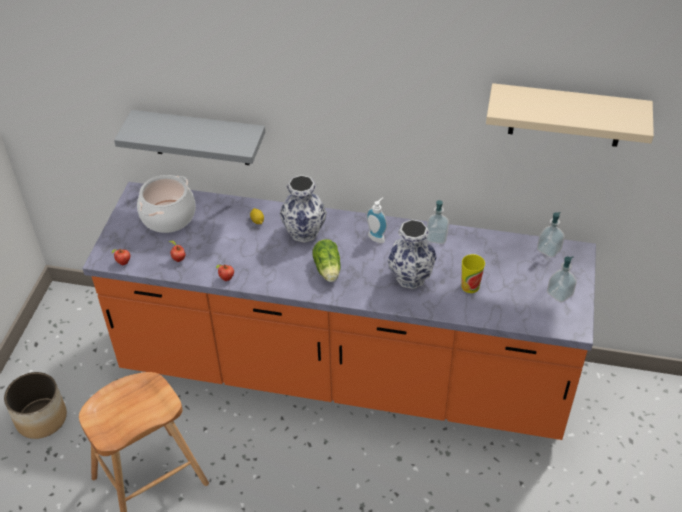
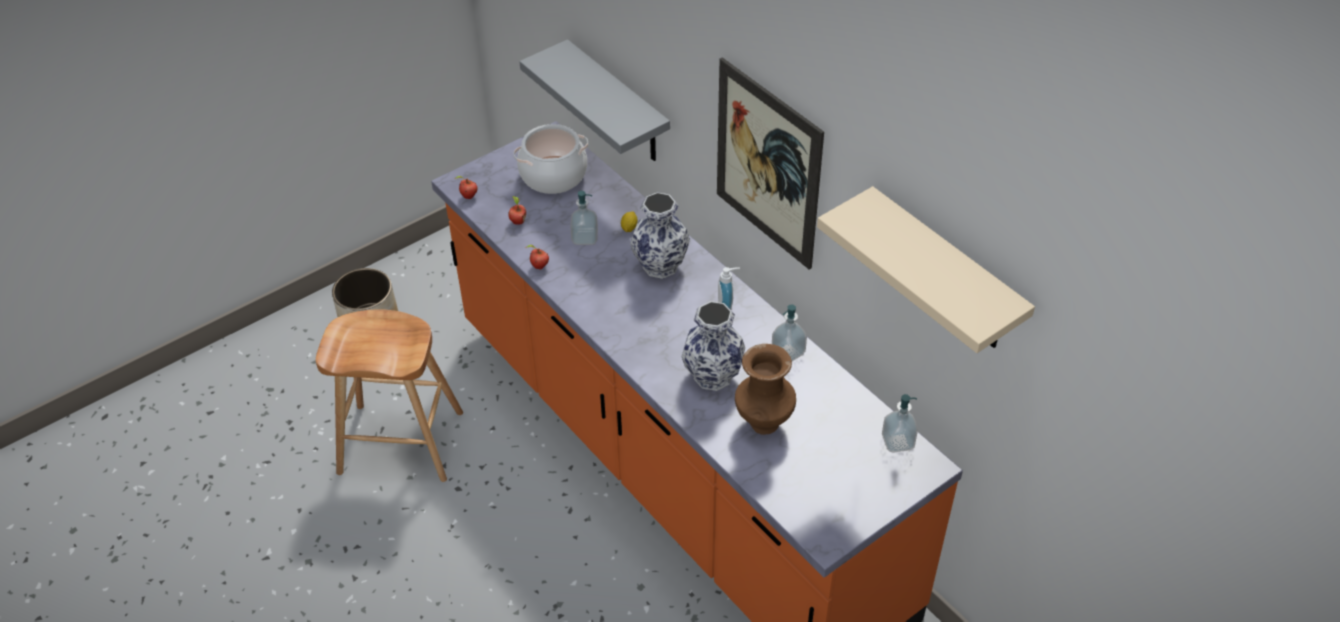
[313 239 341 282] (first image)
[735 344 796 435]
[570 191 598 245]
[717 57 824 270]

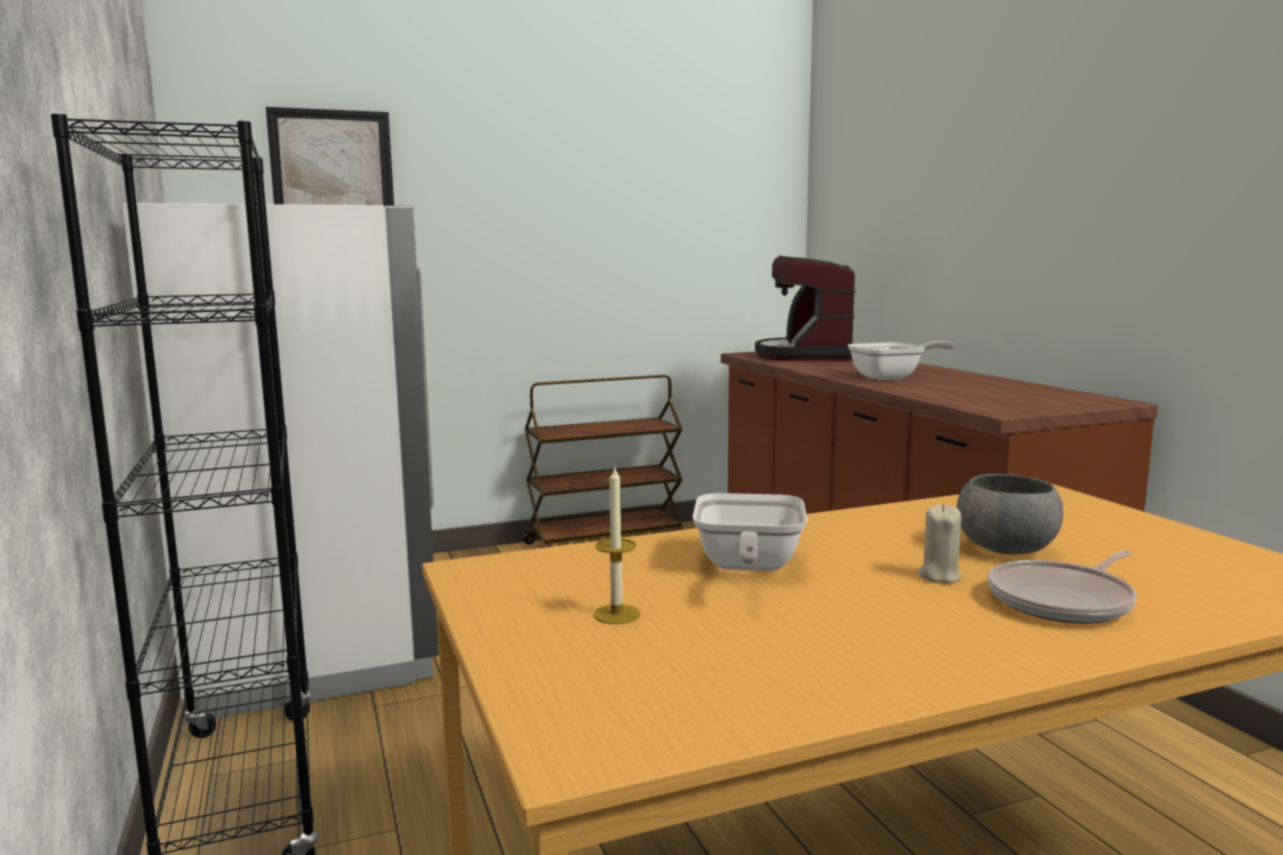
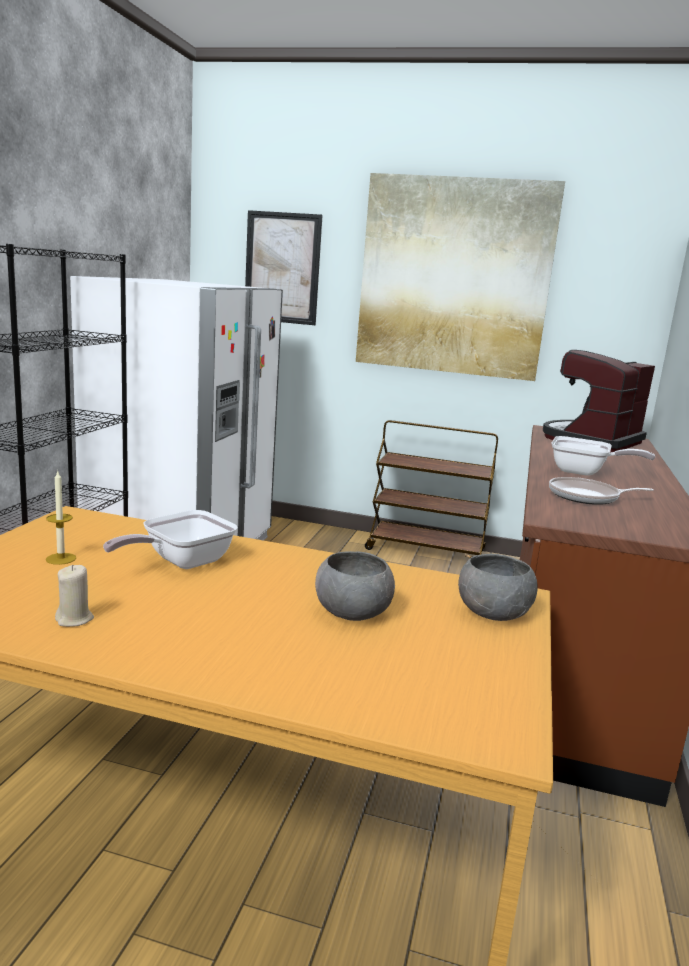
[55 565 94 627]
[549 477 654 505]
[356 173 565 381]
[458 554 538 621]

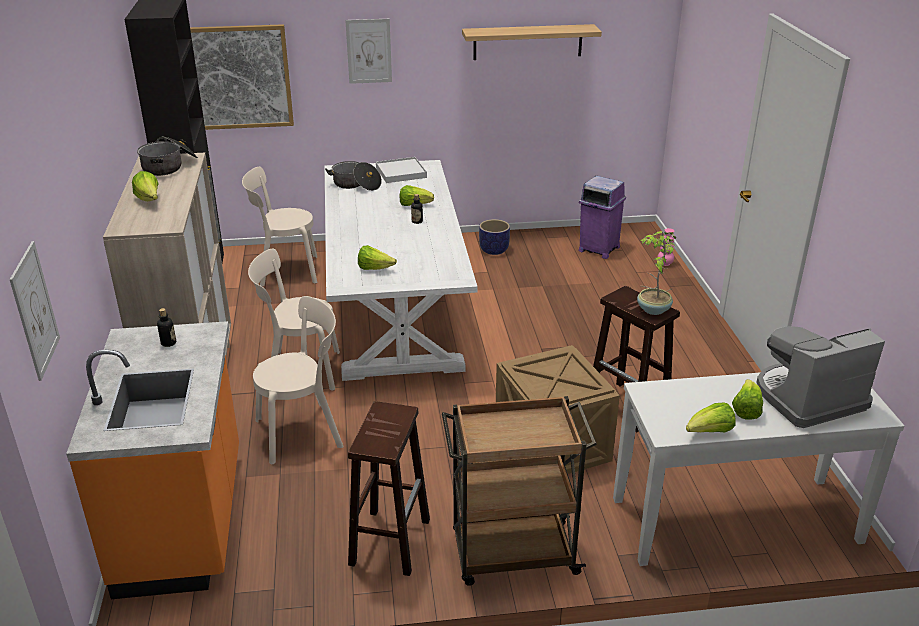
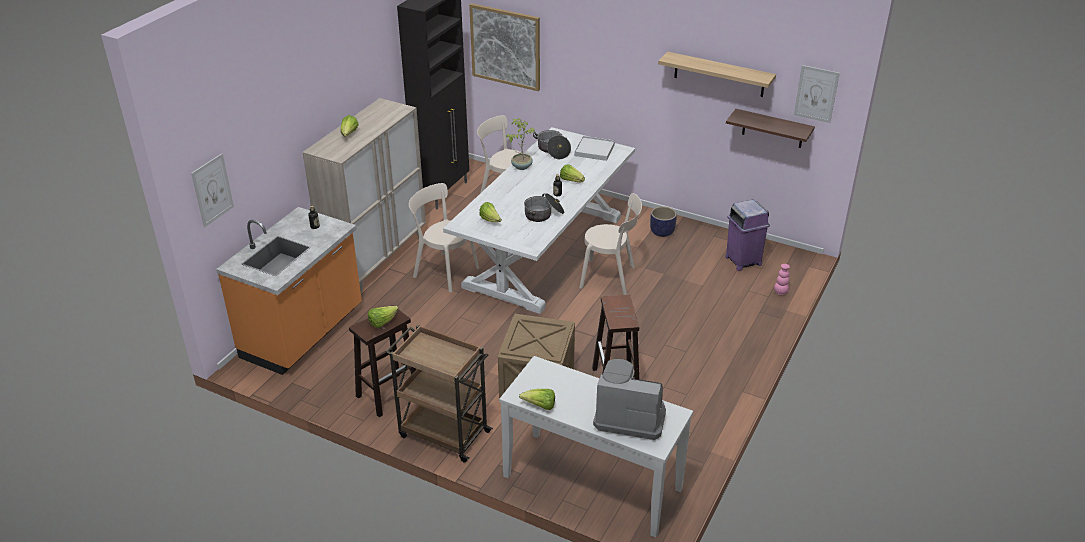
[524 193 564 222]
[579 193 642 295]
[794 65 840 123]
[506 118 535 170]
[368 306 398 328]
[726 109 815 148]

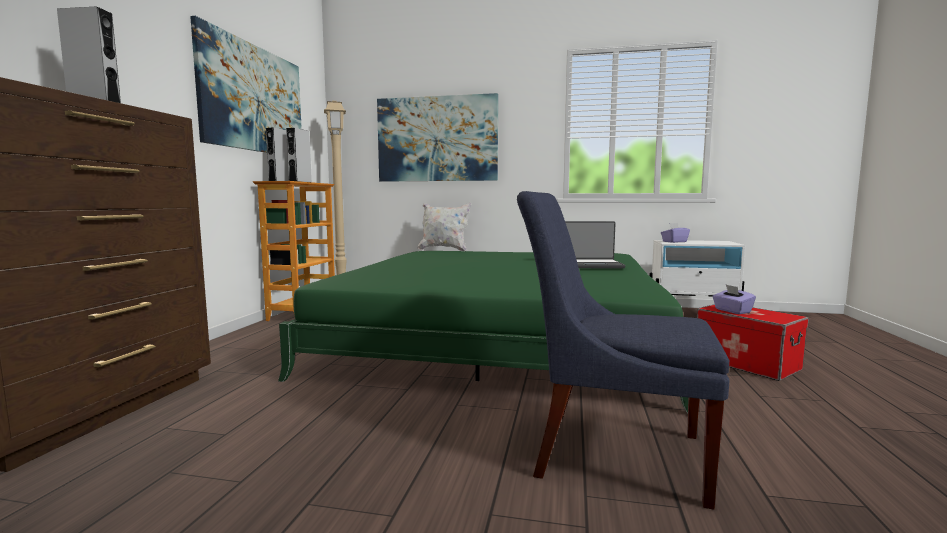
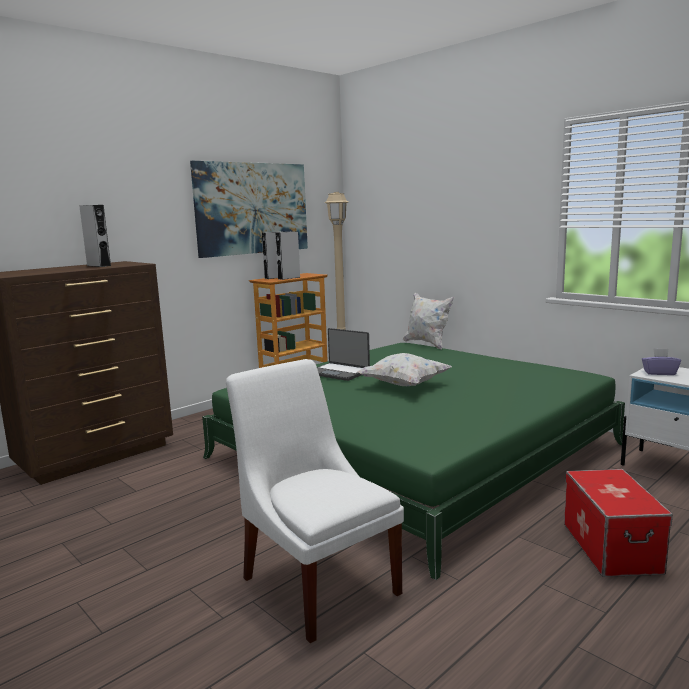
[377 93 498 182] (first image)
[226 359 404 643]
[317 328 370 381]
[712 284 756 314] (first image)
[357 353 451 386]

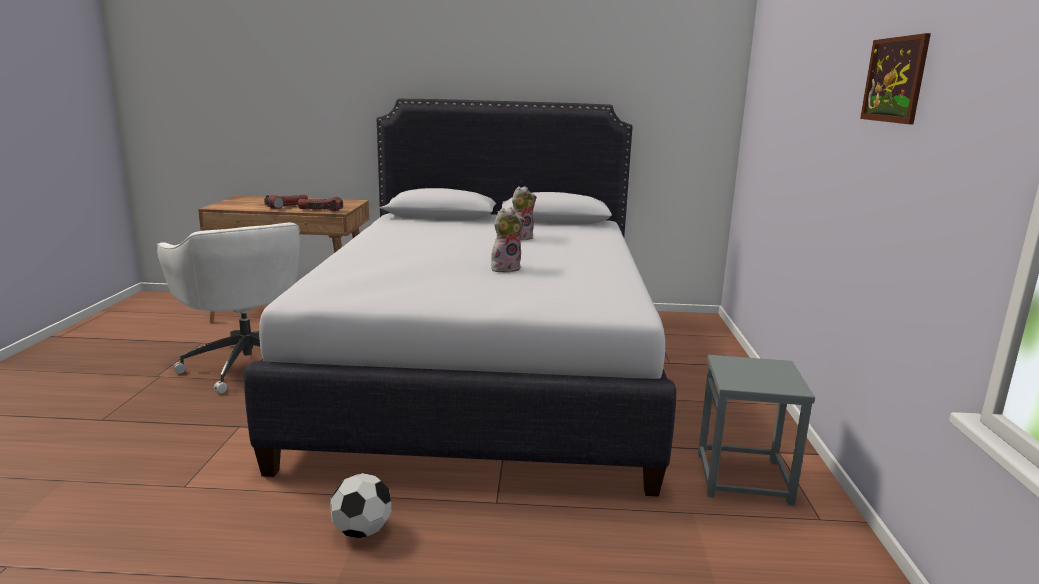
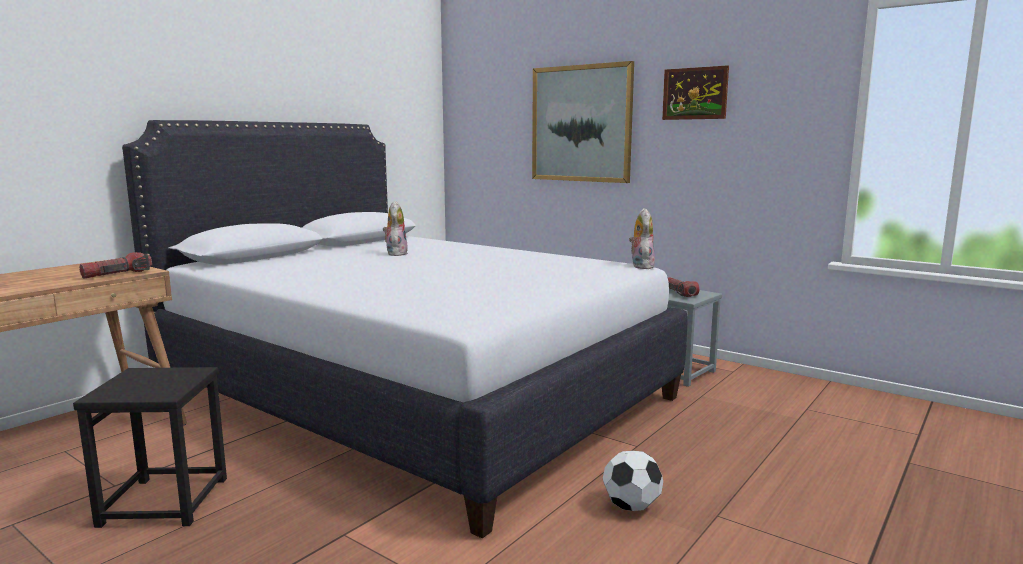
[73 367 227 528]
[667 277 700 297]
[629 208 655 269]
[532 61 634 183]

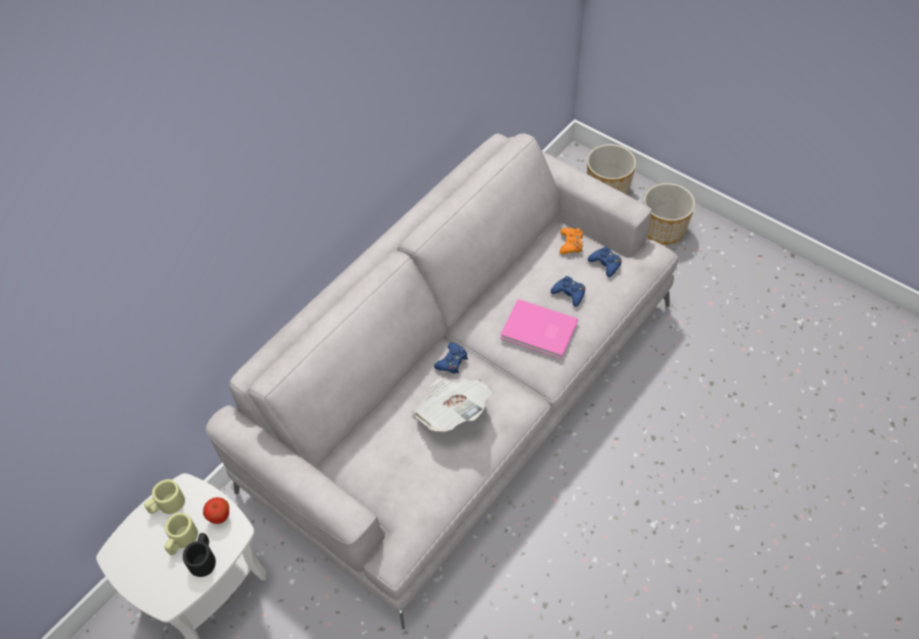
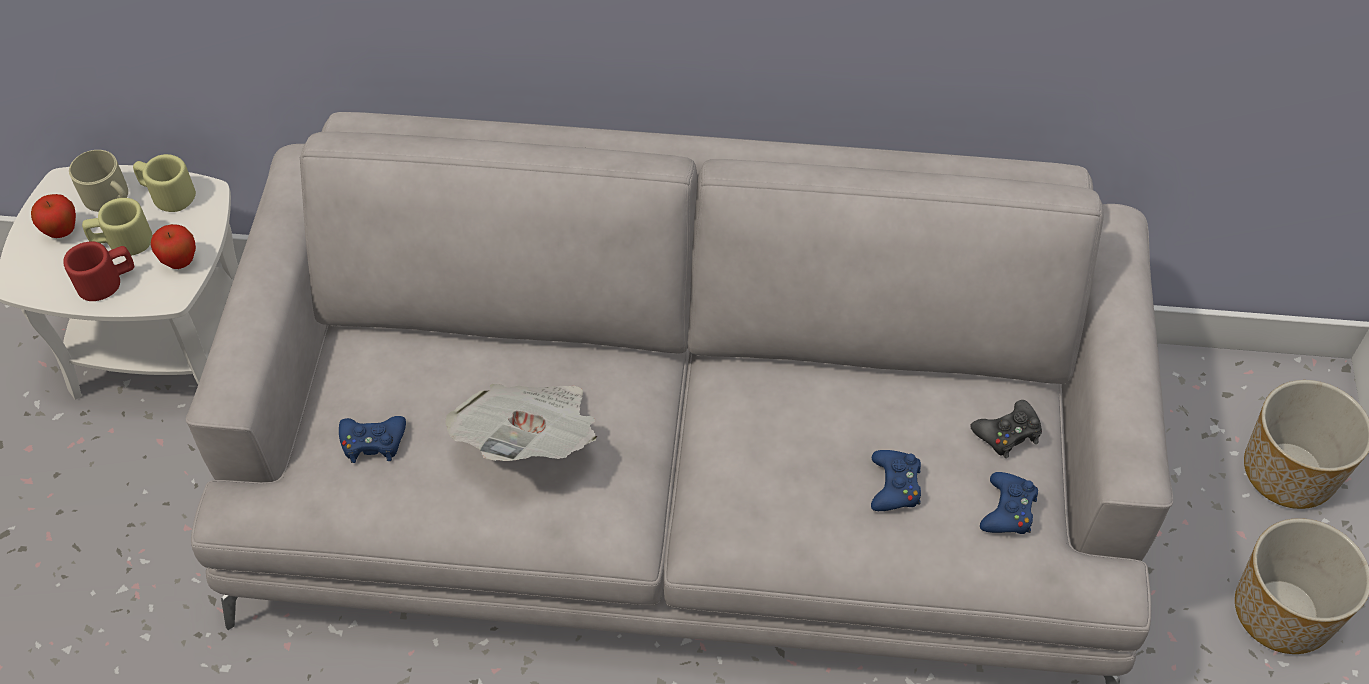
[63 241 134 301]
[339 416 406 463]
[500 299 578 359] (first image)
[970 400 1042 458]
[31 194 76 238]
[69 150 128 212]

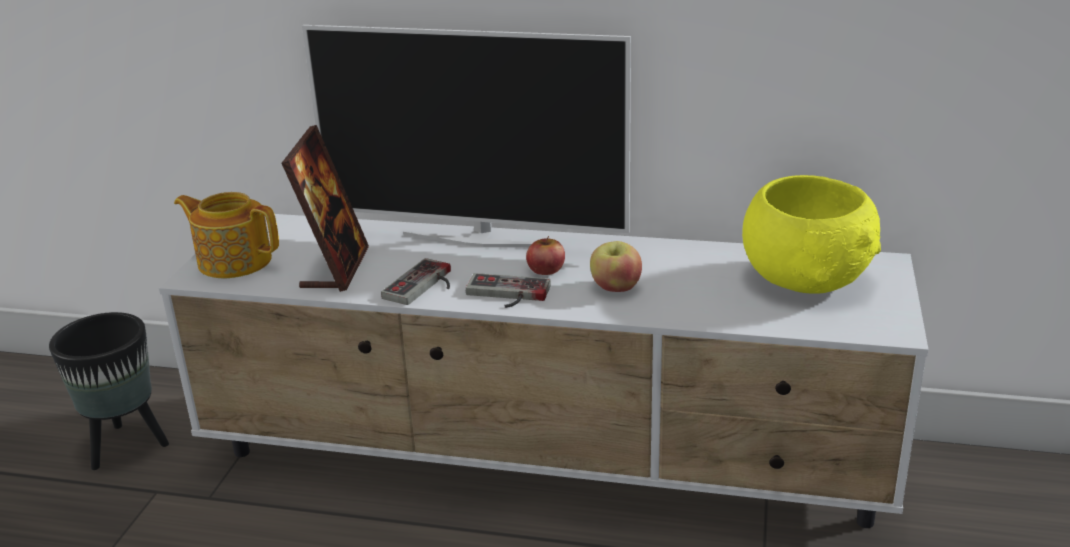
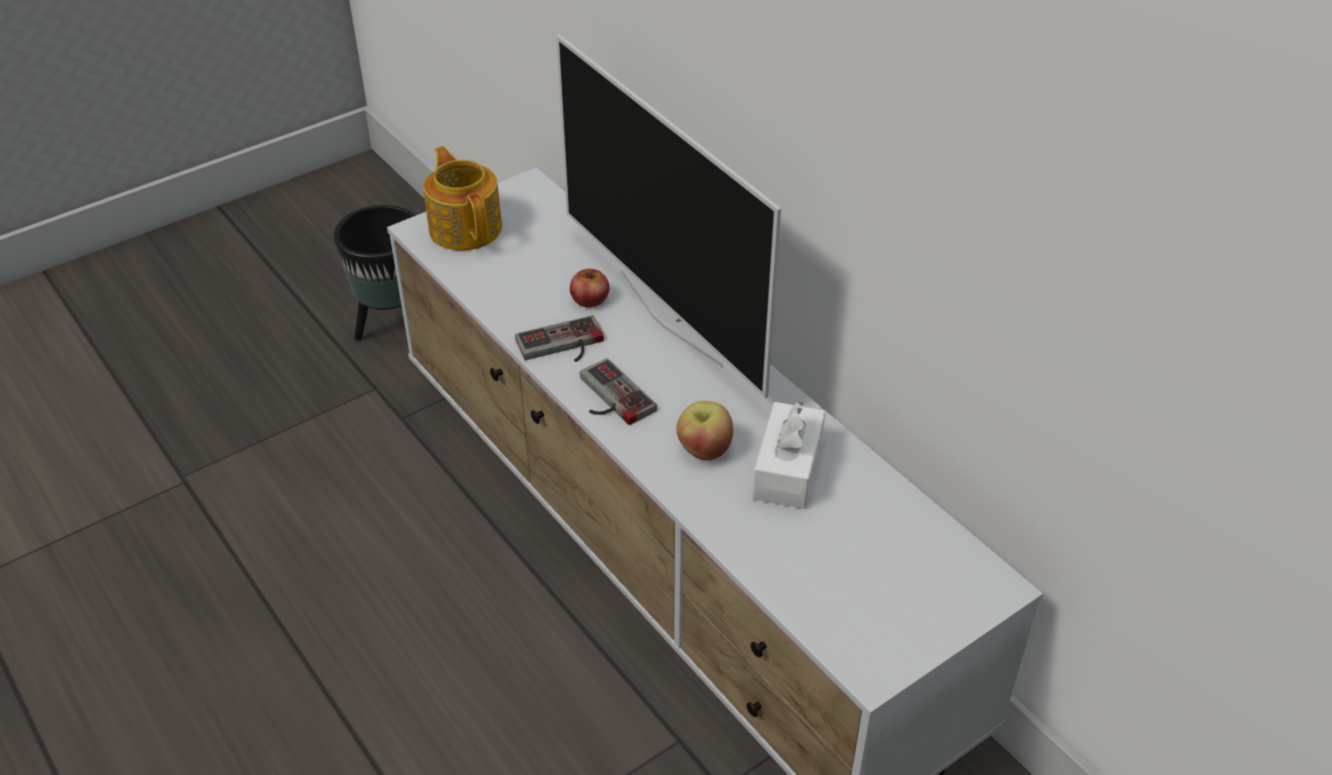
[281 125 369 292] (first image)
[570 269 609 308]
[742 175 881 294] (first image)
[753 401 825 509]

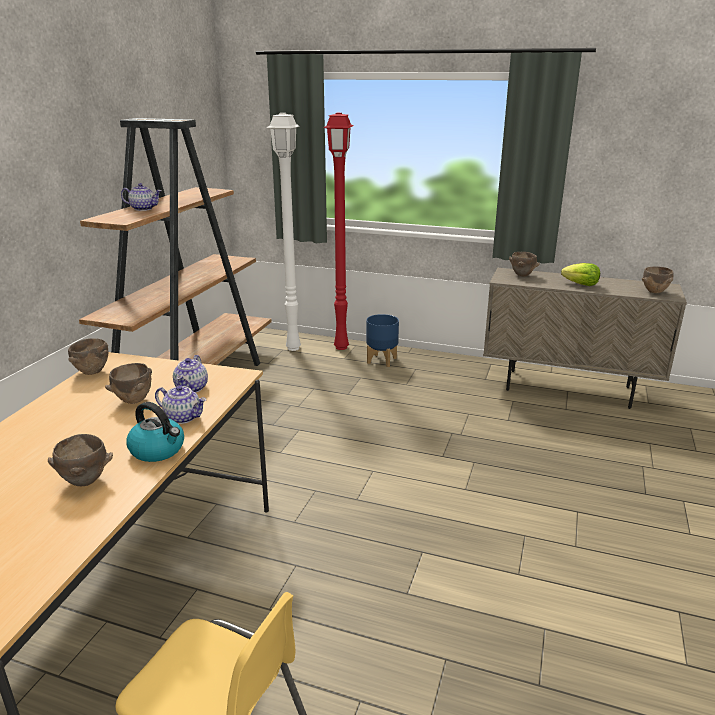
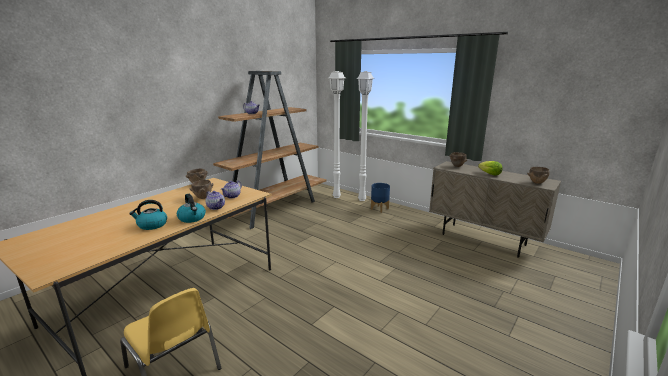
[129 200 167 230]
[356 71 375 201]

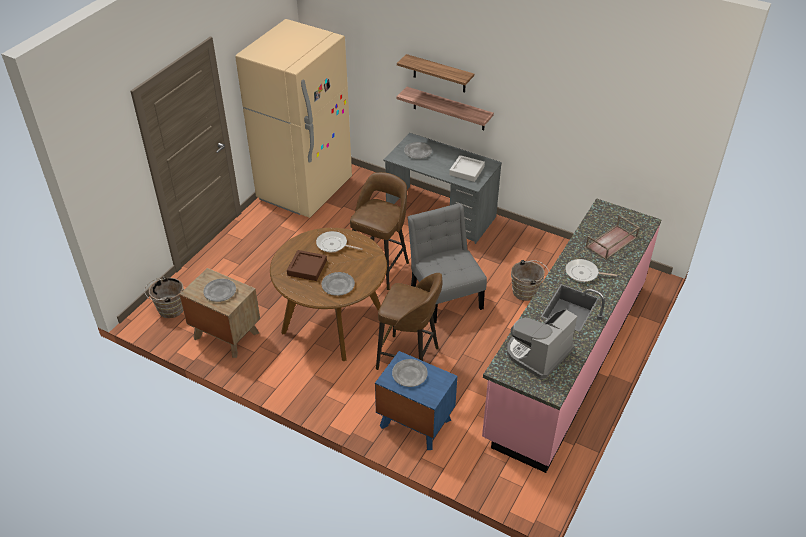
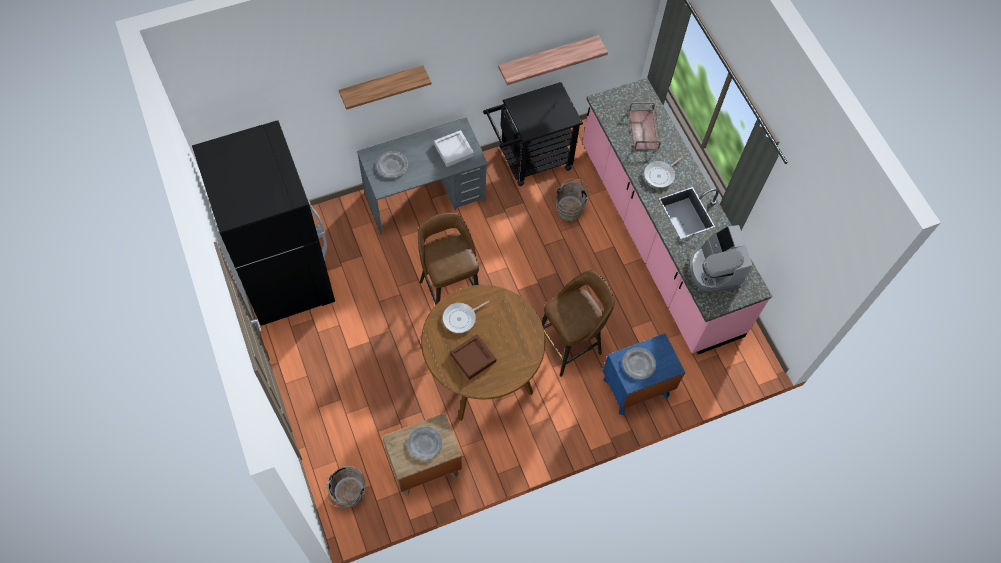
[192 120 335 326]
[322 272 355 296] (first image)
[498 35 608 85]
[408 203 487 323] (first image)
[483 82 583 186]

